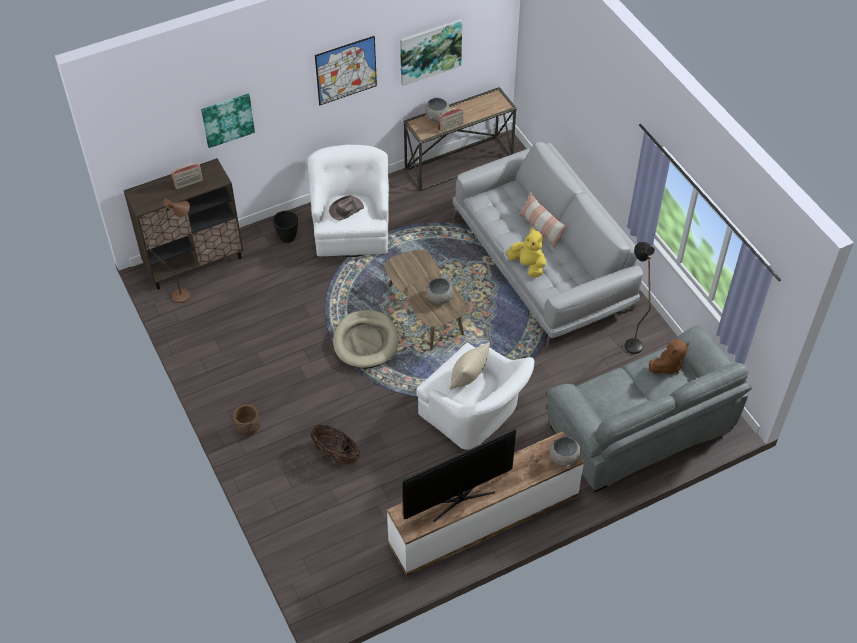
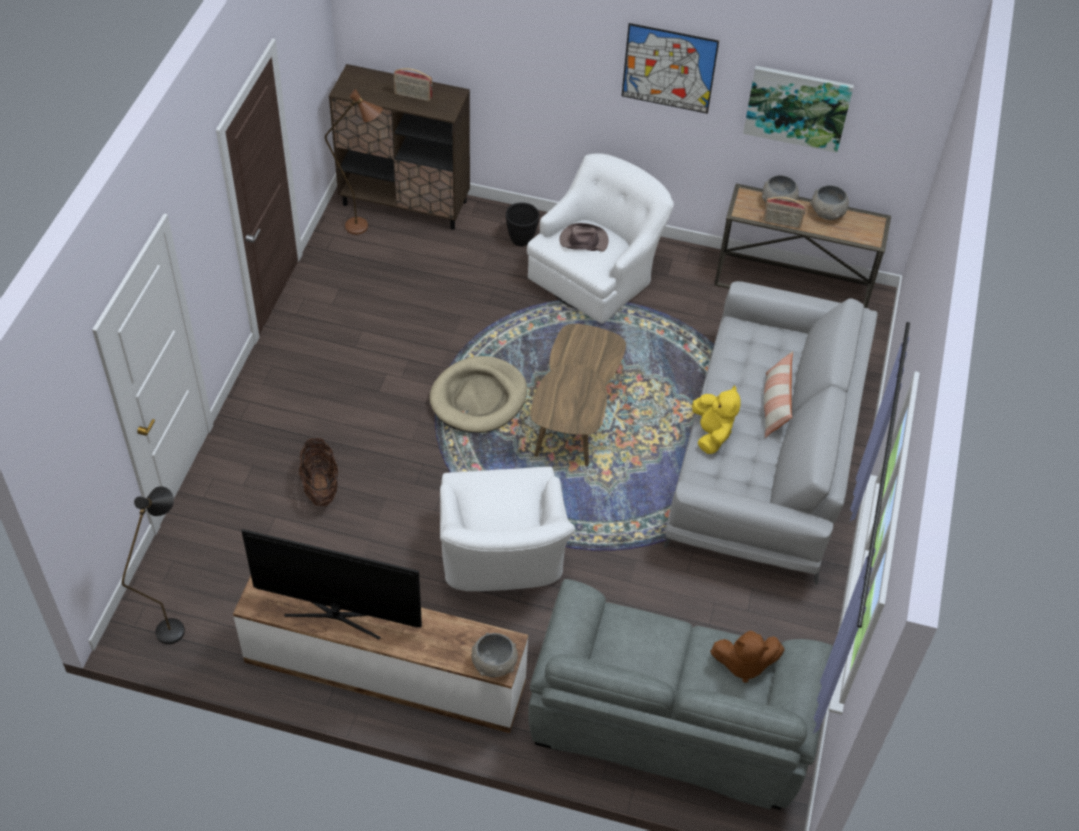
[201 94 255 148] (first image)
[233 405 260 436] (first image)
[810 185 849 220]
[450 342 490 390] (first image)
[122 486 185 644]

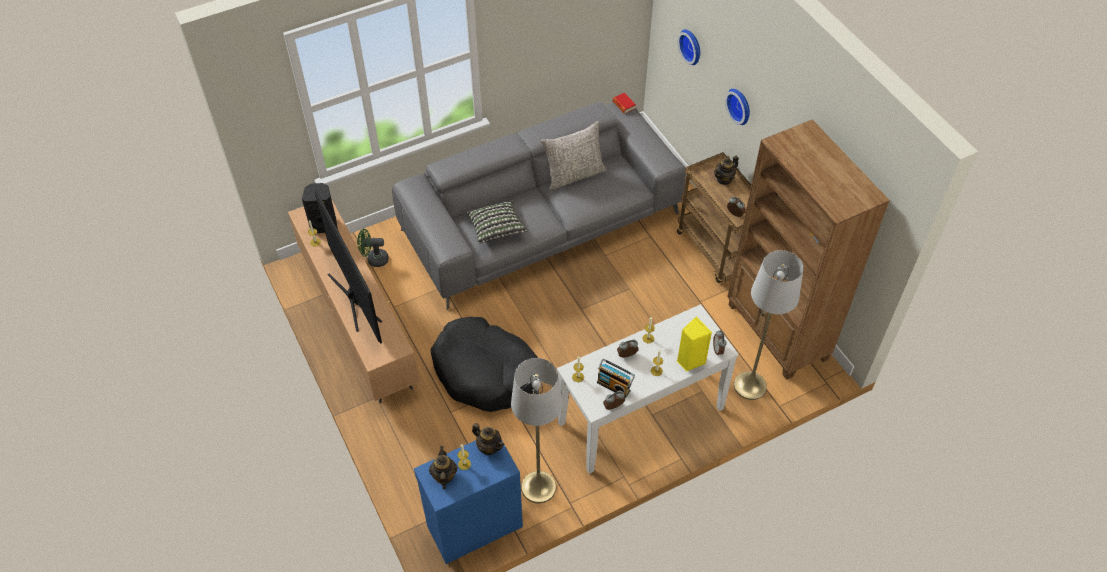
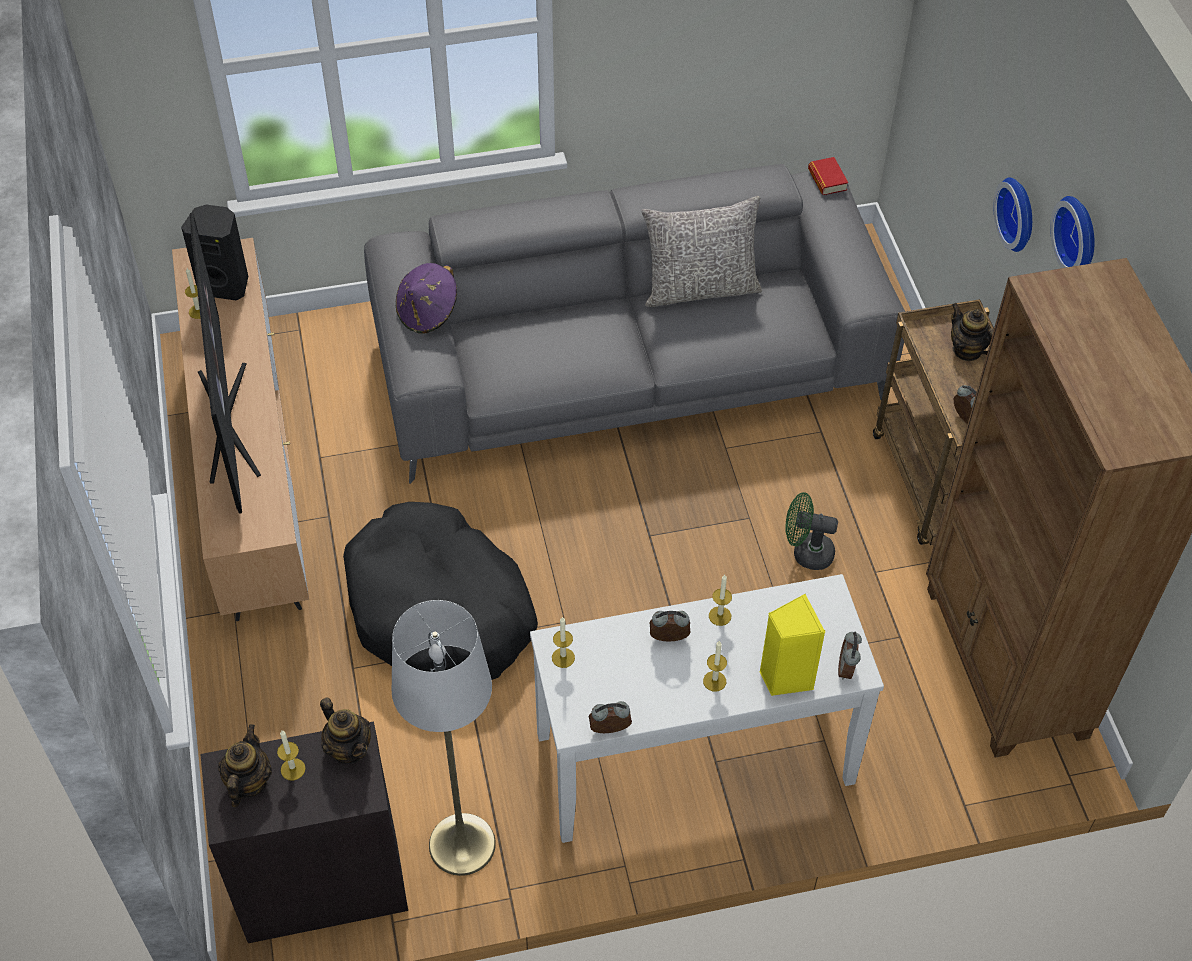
[785 492 838 570]
[200 721 408 943]
[466 200 528 244] (first image)
[597 359 635 398] (first image)
[1050 196 1095 268]
[951 303 994 361]
[734 250 803 400] (first image)
[396 263 457 334]

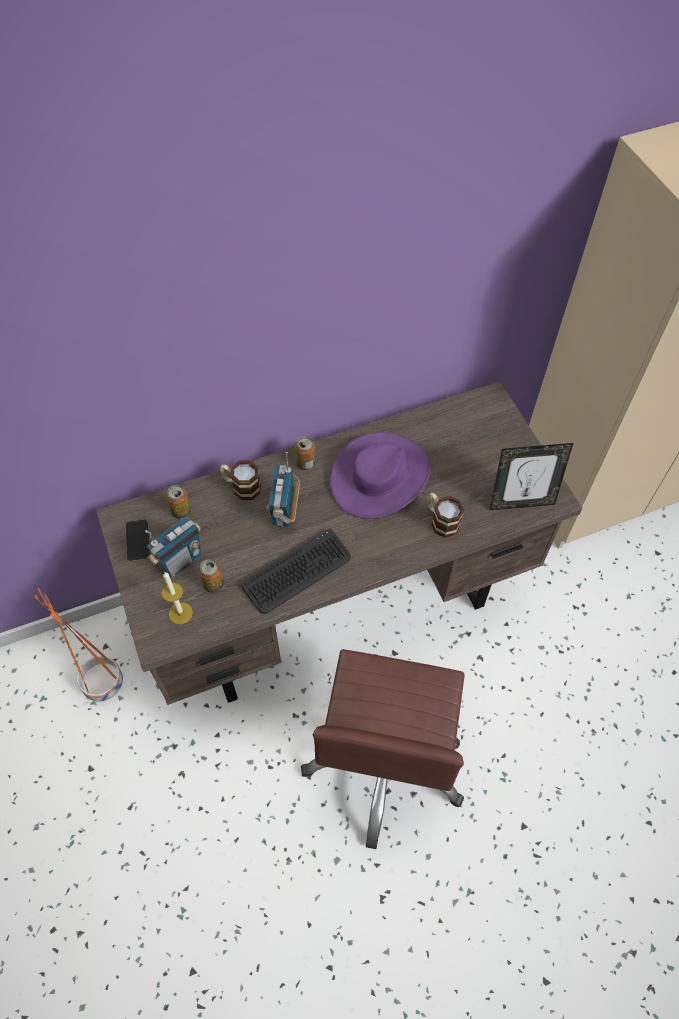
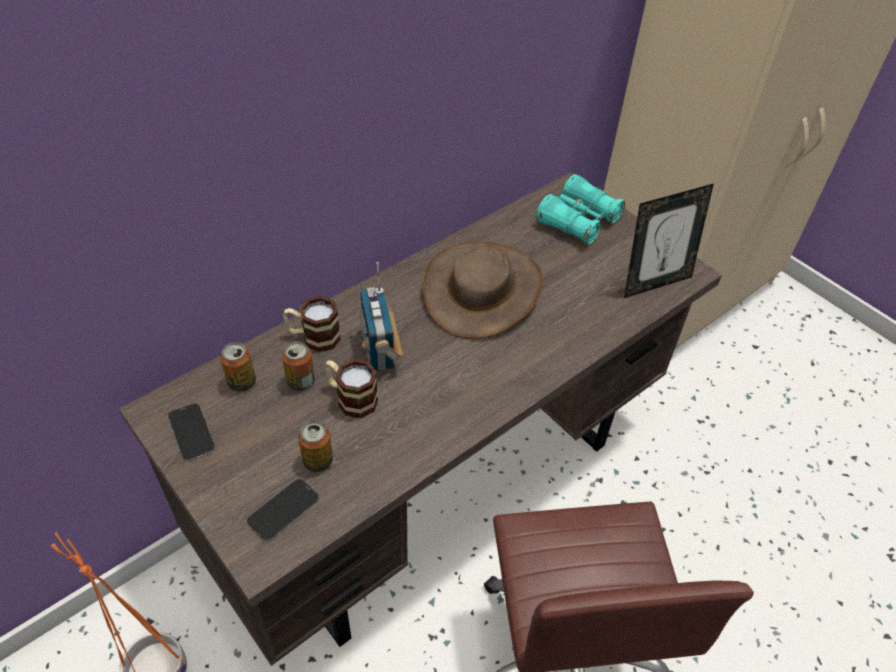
[145 517 201 578] (first image)
[247 479 319 541]
[241 529 351 614] (first image)
[282 341 315 391]
[423 241 543 339]
[325 359 378 418]
[536 174 625 245]

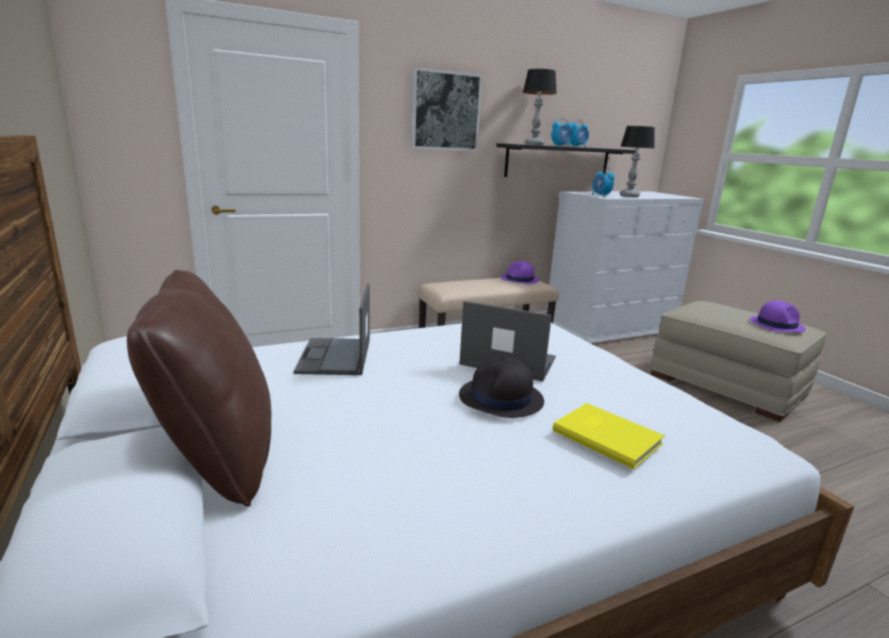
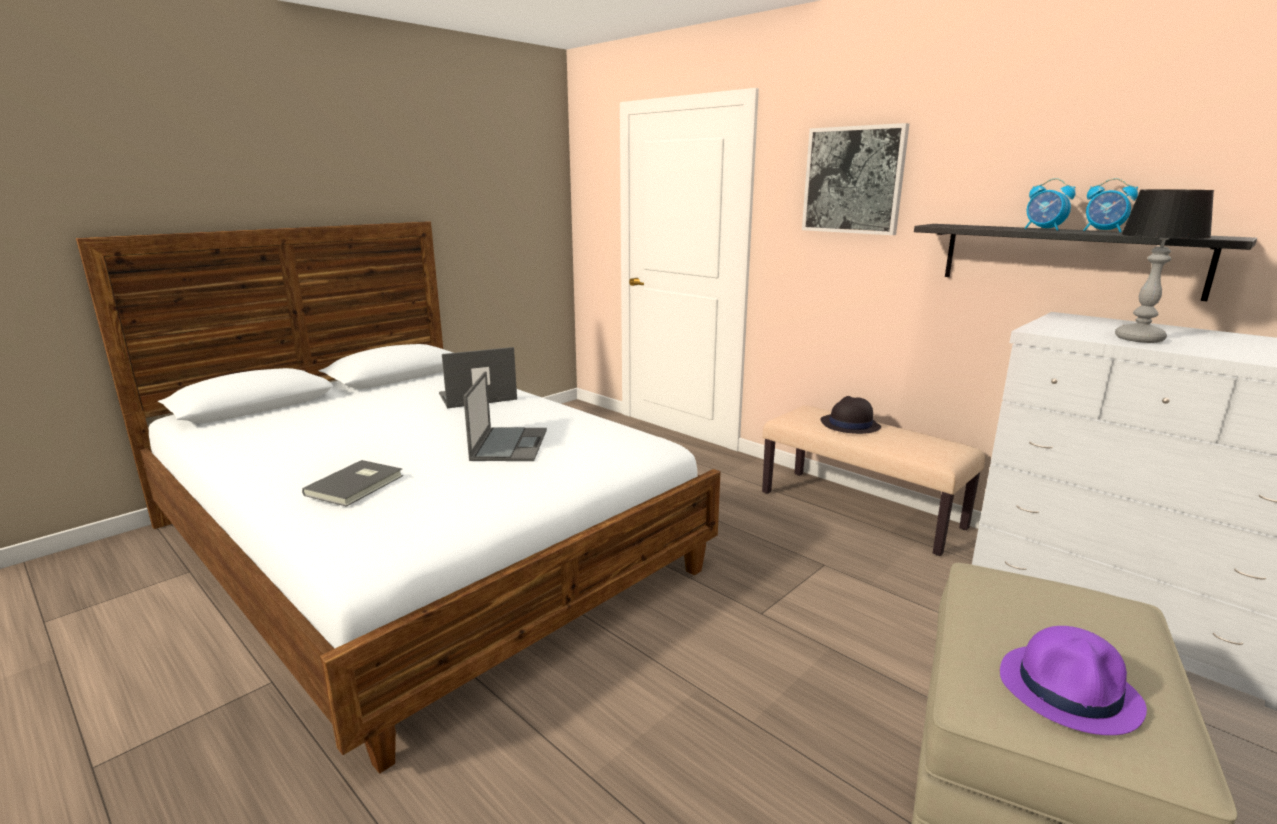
[127 270 272 507] (first image)
[820 396 881 434]
[501 261 539 284] (first image)
[523 69 557 145] (first image)
[302 460 403 507]
[592 168 615 197] (first image)

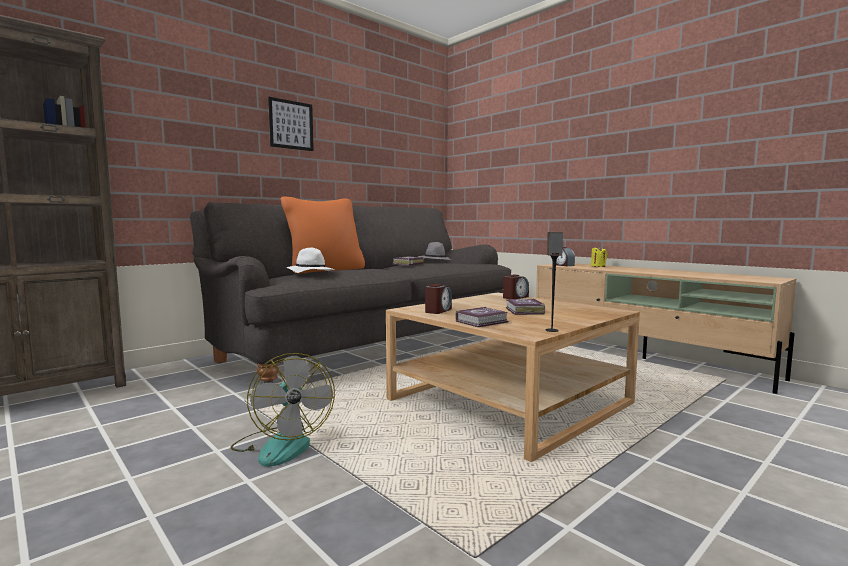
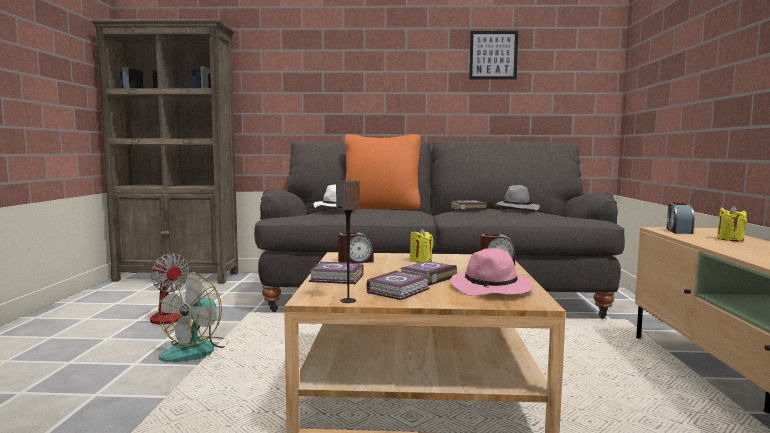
[469 31 518 80]
[150 253 196 324]
[366 270 429 300]
[410 229 434 263]
[450 248 534 296]

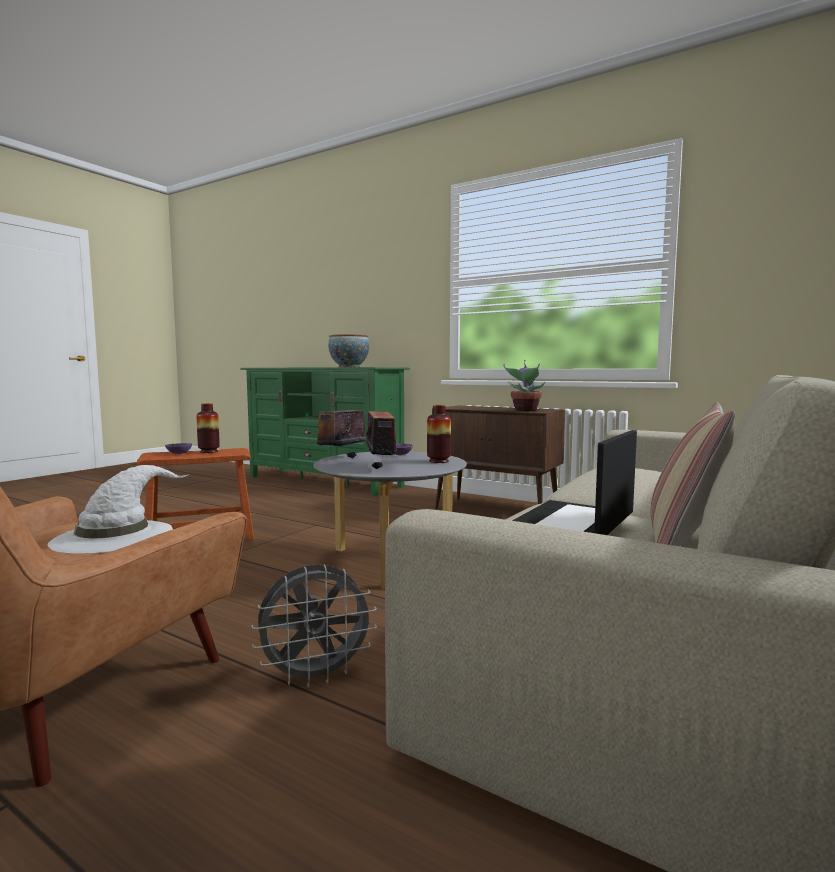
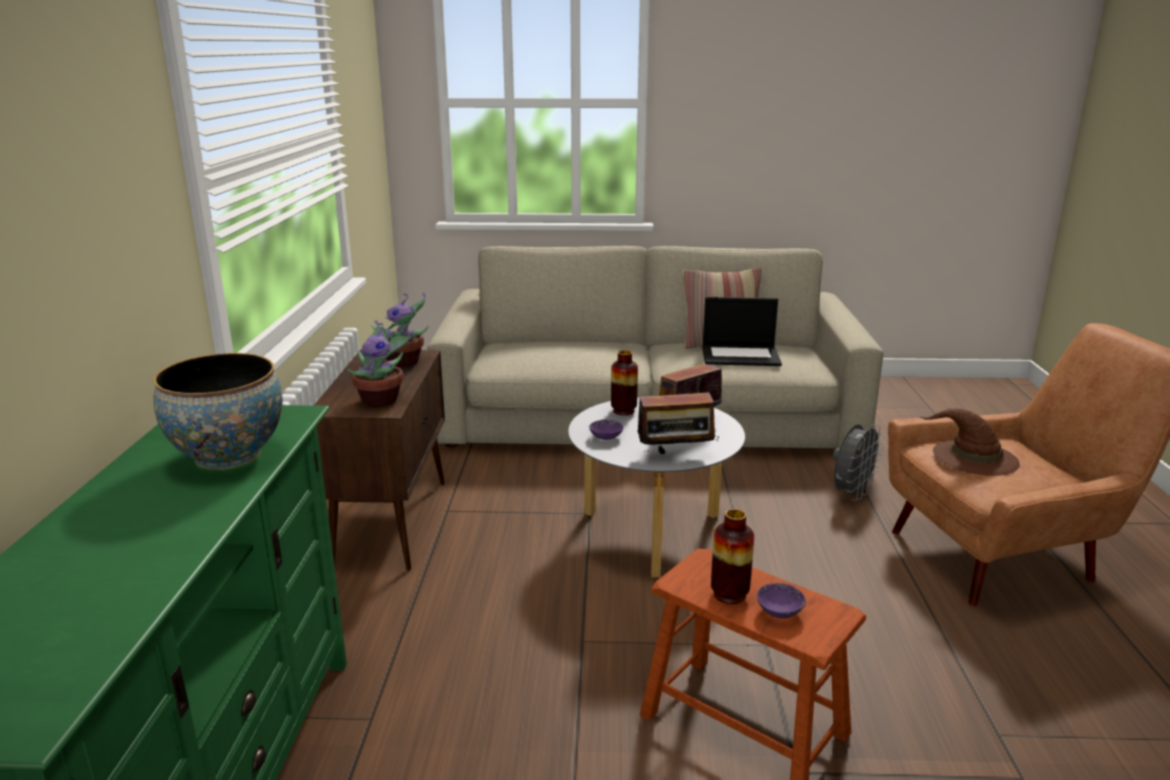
[919 408 1020 476]
[833 424 884 501]
[347 320 412 407]

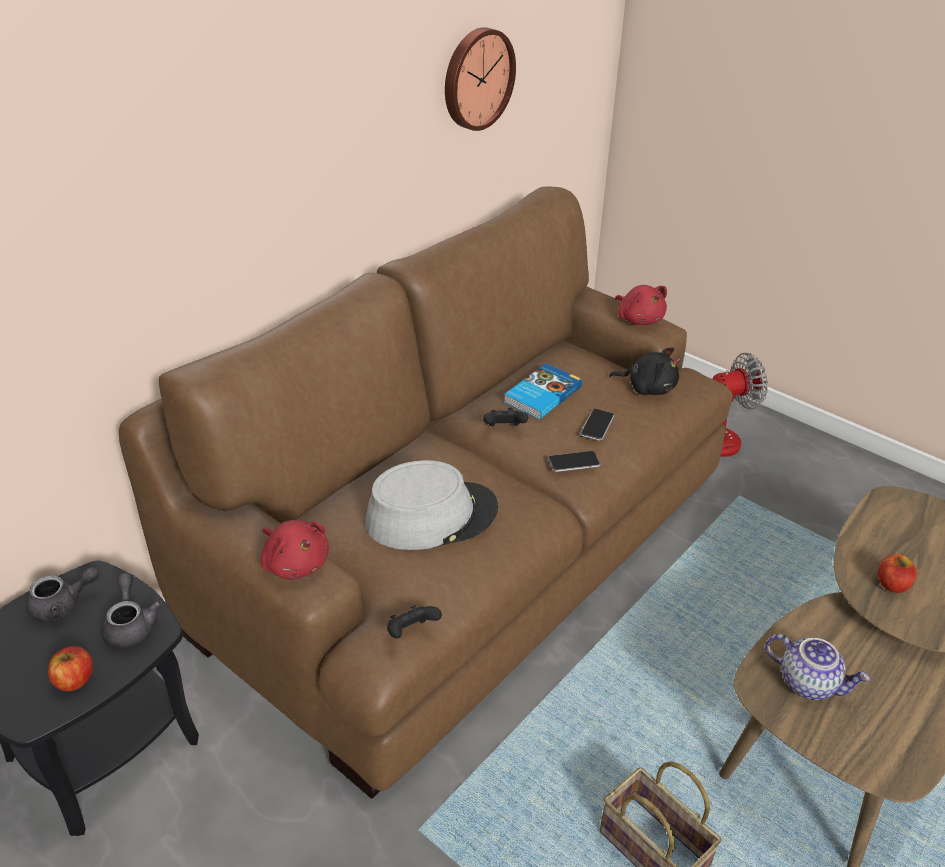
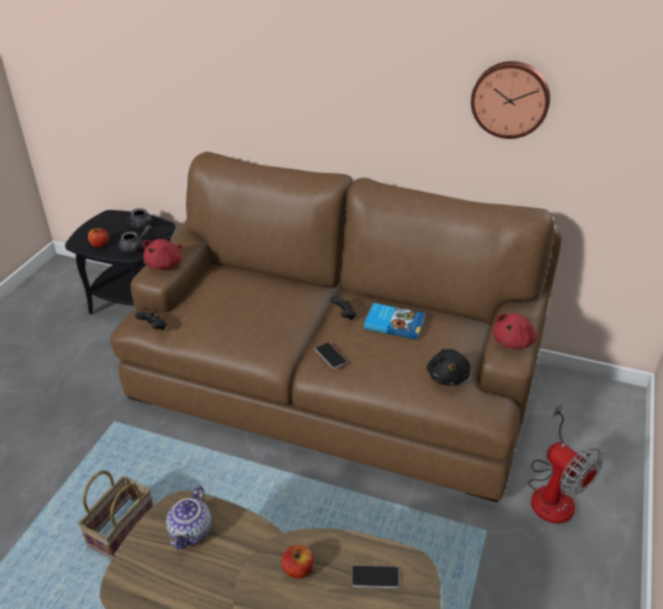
[365 460 498 550] (first image)
[352 565 399 588]

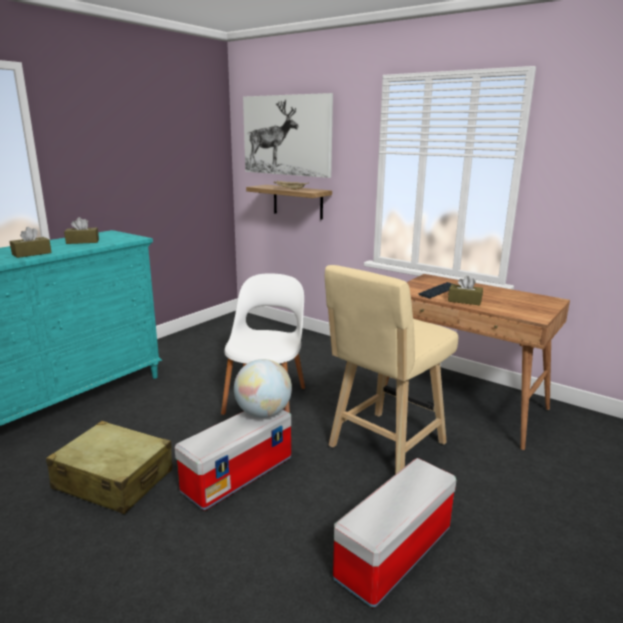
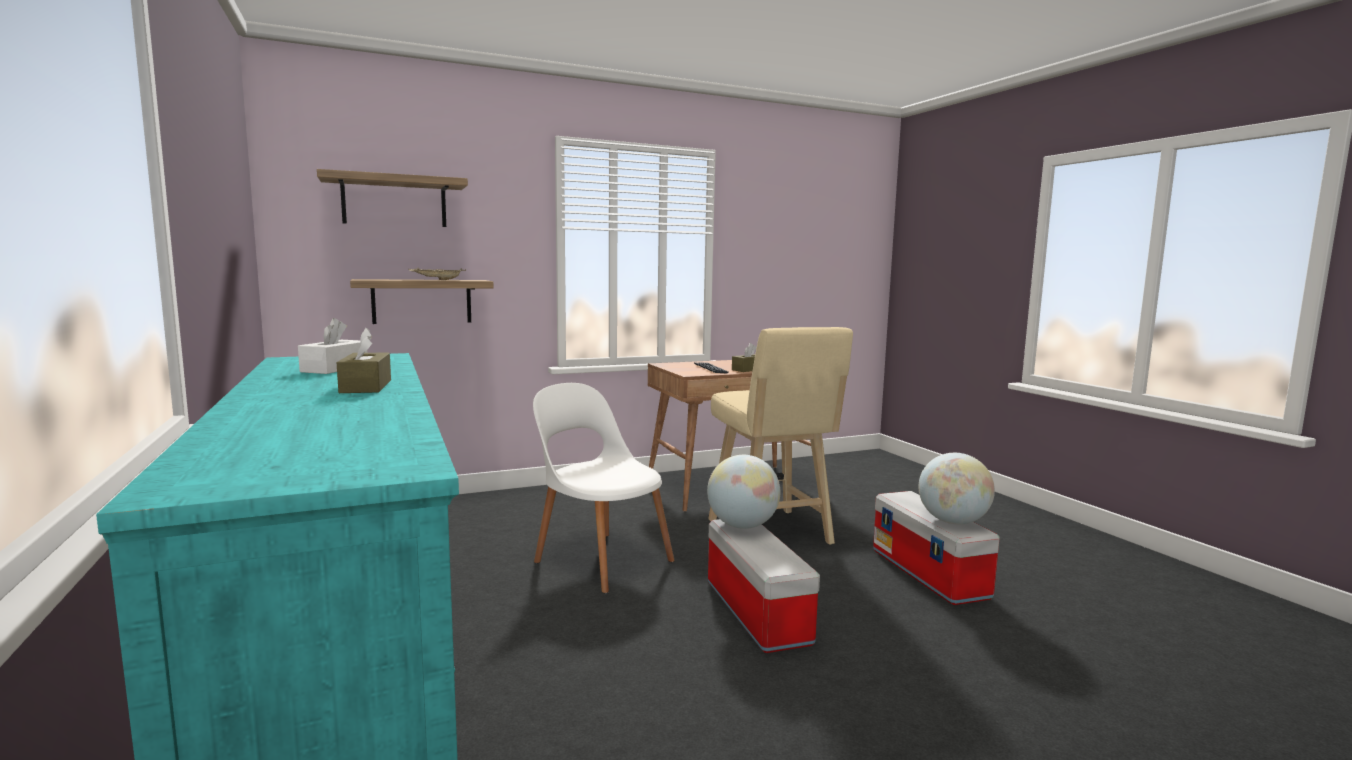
[46 421 172 514] (first image)
[298 318 367 374]
[317 169 468 227]
[919 453 995 524]

